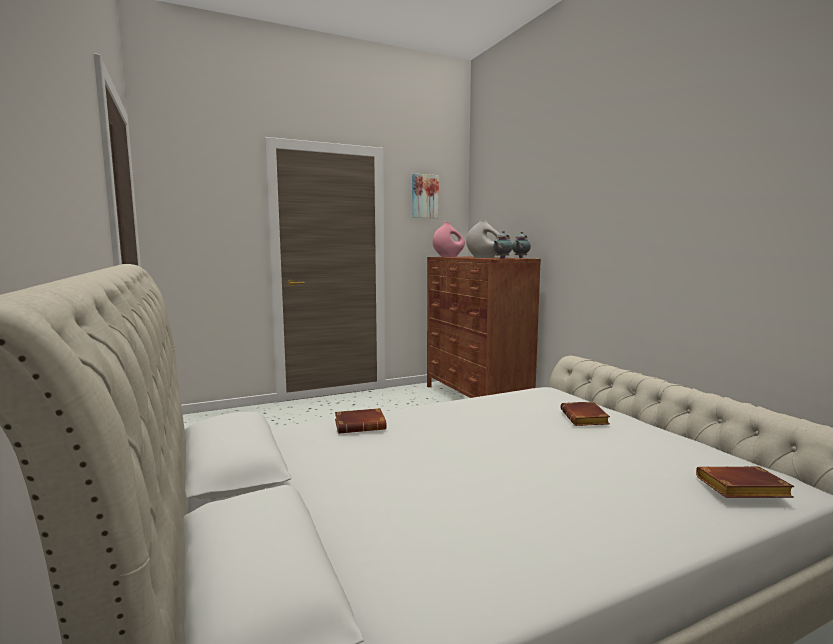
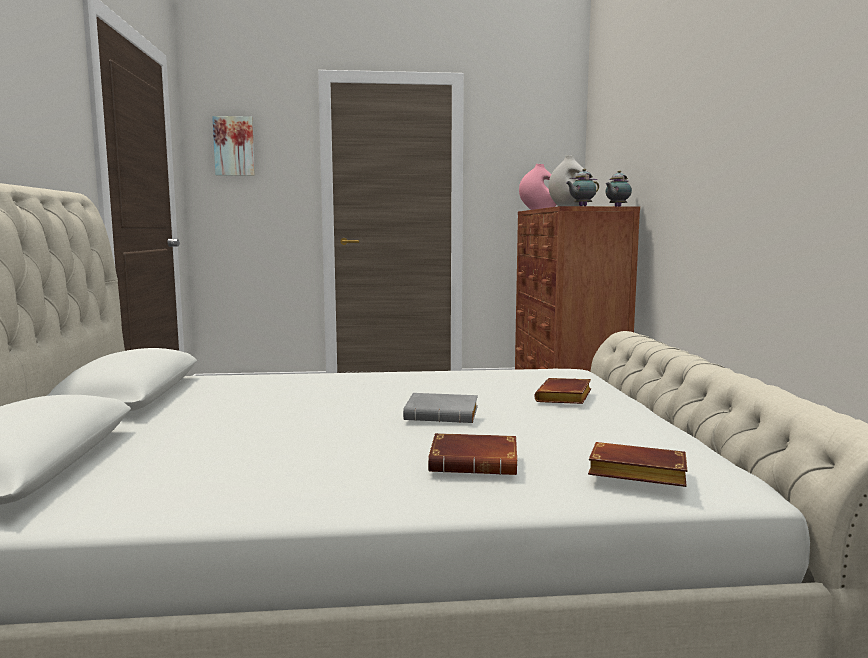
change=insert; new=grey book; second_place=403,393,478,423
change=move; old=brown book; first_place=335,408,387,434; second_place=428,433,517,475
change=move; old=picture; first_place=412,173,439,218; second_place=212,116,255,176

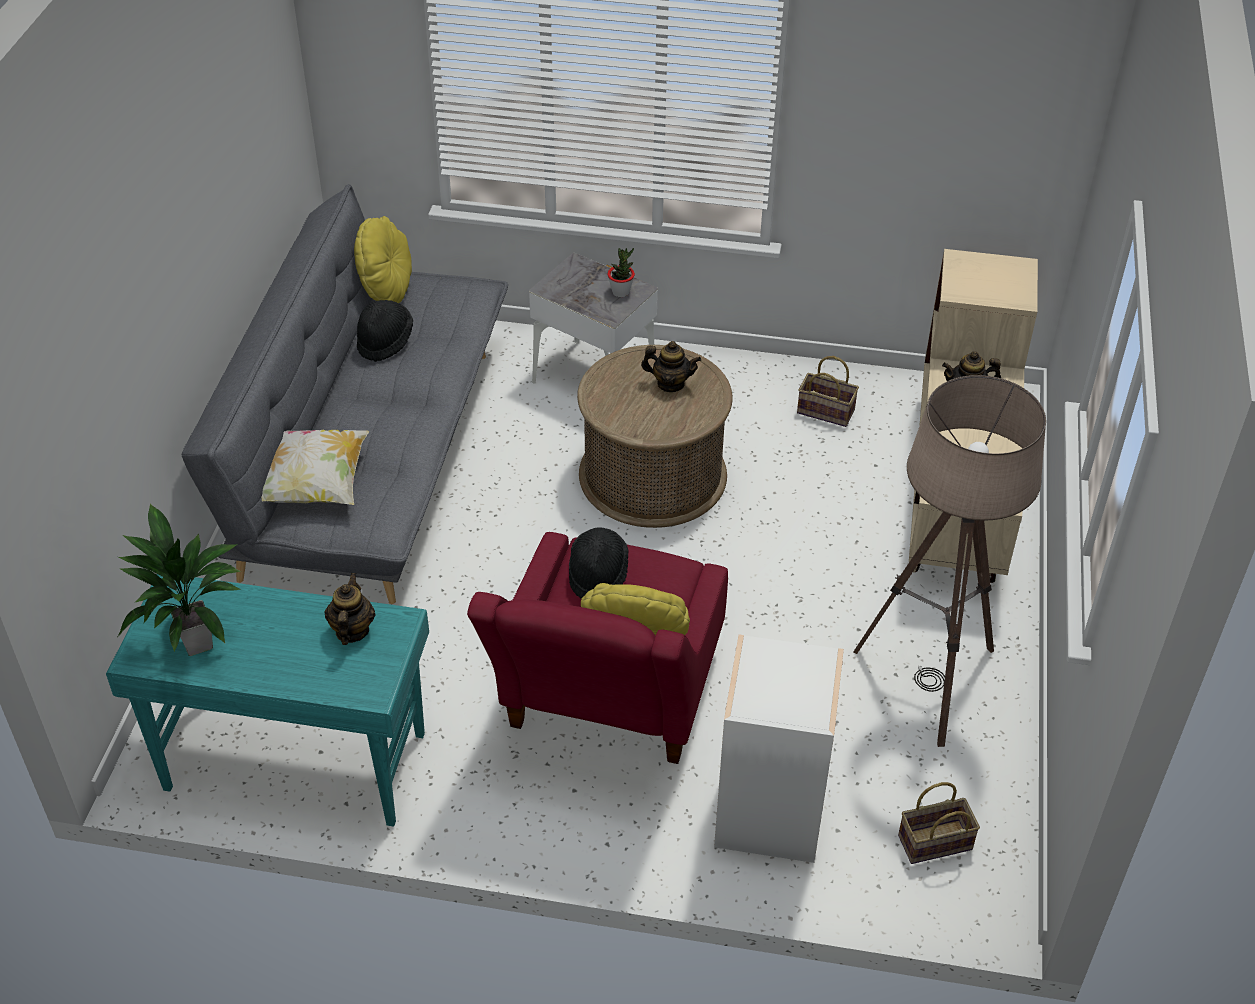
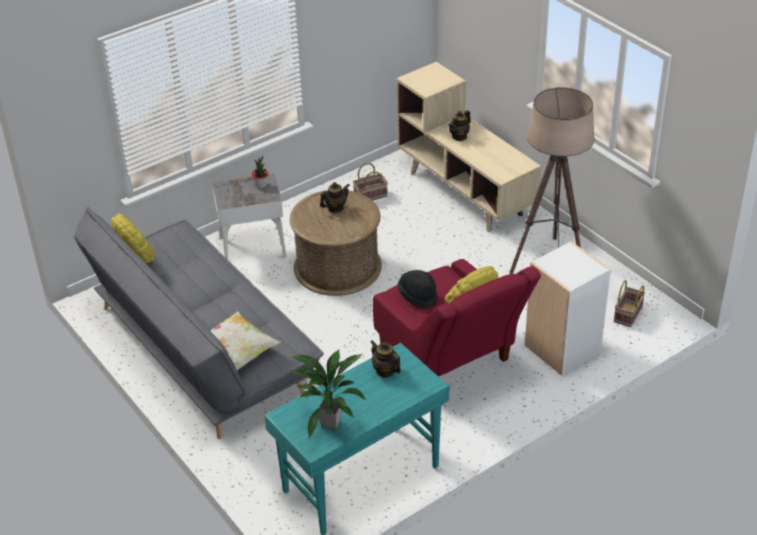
change=delete; old=black hat; first_place=357,300,413,362

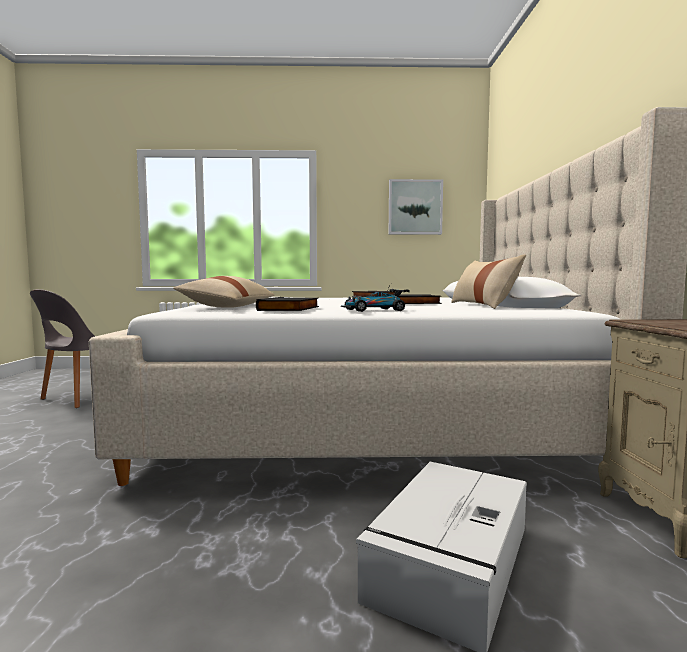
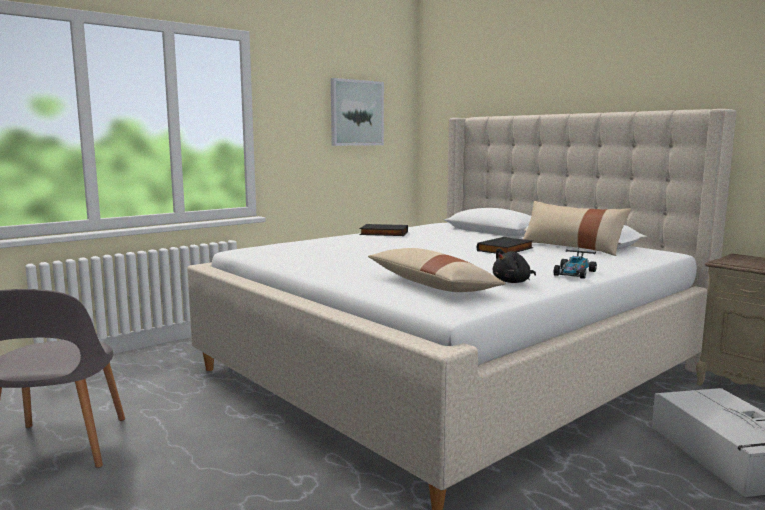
change=replace; old=black book; new=black plush toy; first_place=256,297,319,311; second_place=493,248,536,283

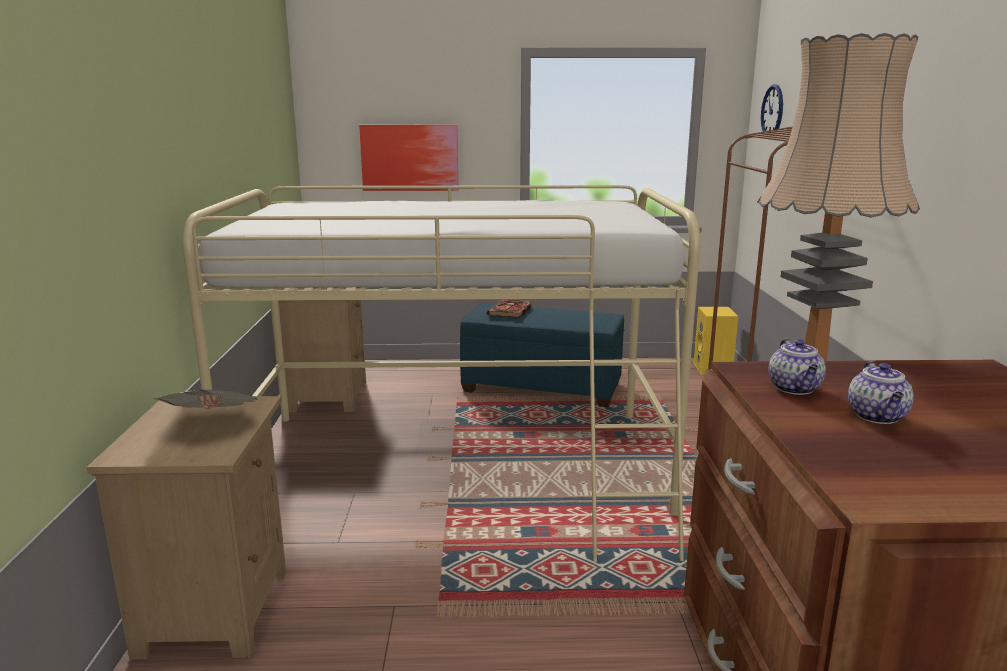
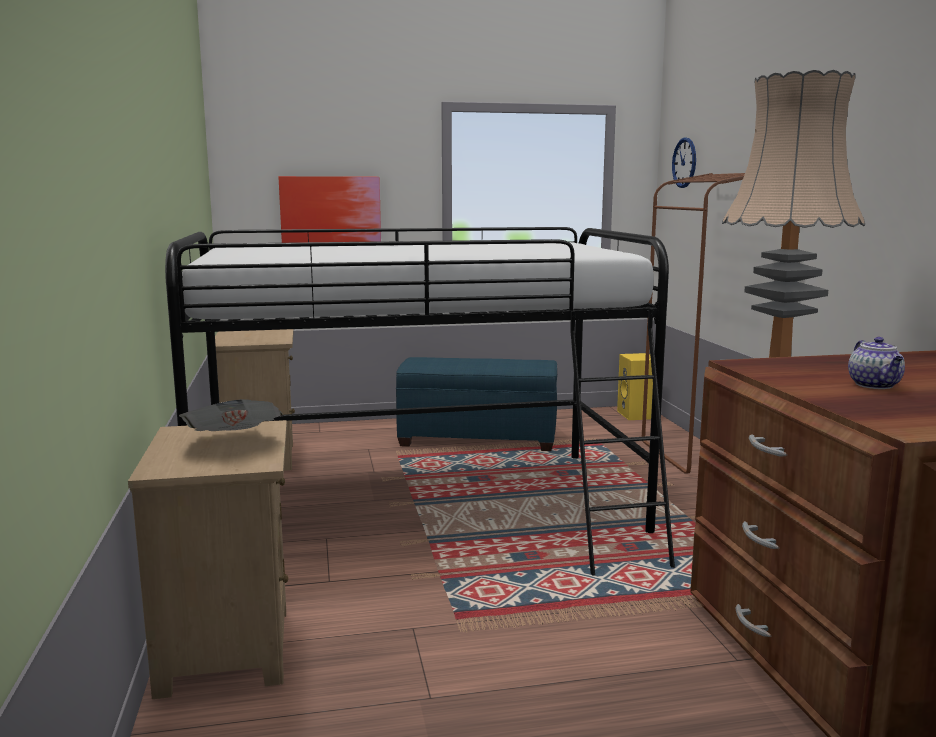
change=delete; old=book; first_place=487,299,532,318
change=delete; old=teapot; first_place=768,338,826,395
change=recolor; old=beige bed; new=black bed; first_place=183,185,700,562; second_place=165,227,675,576

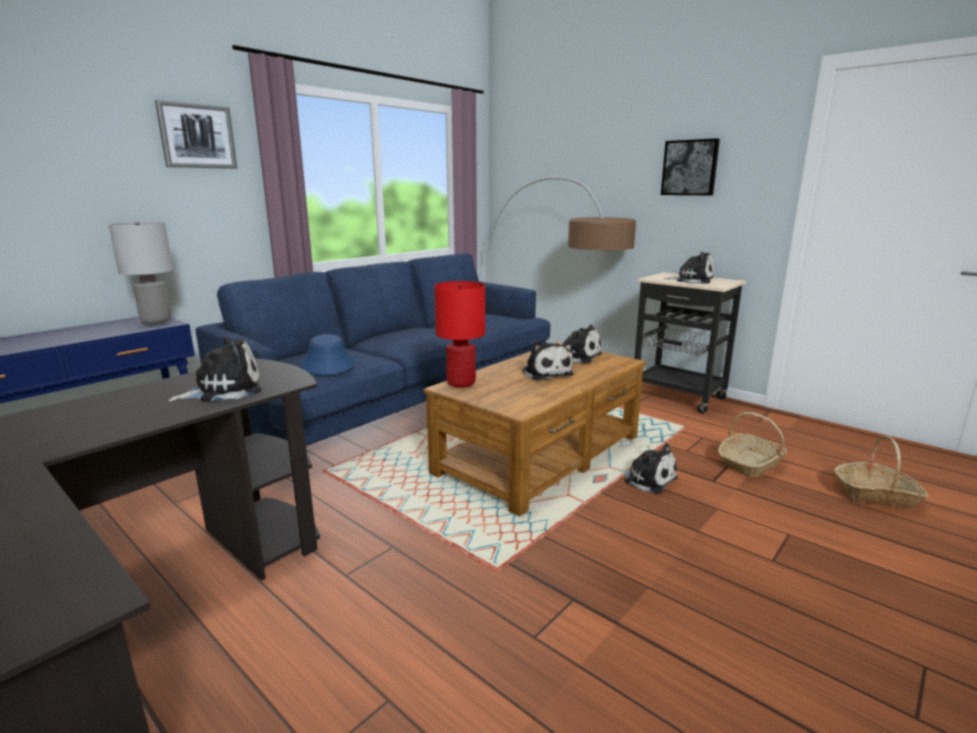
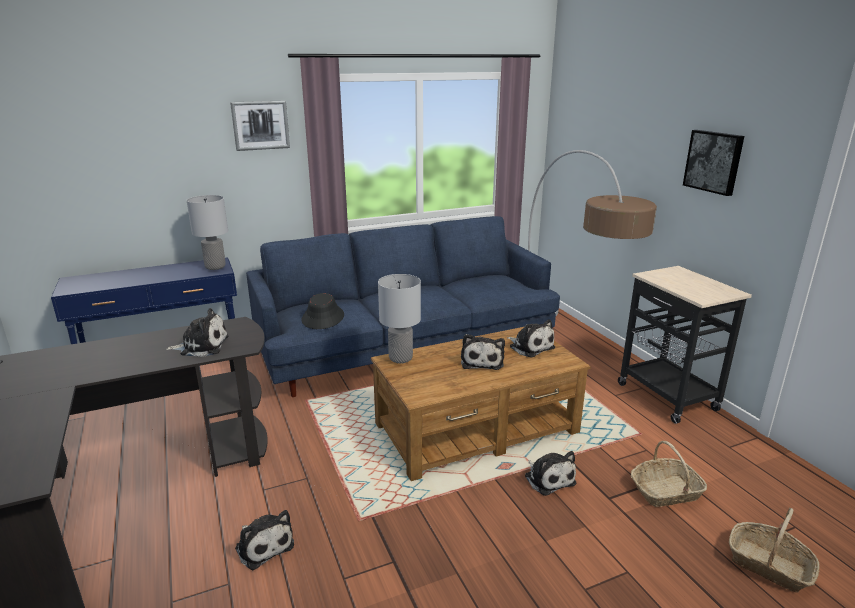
change=move; old=plush toy; first_place=664,252,714,284; second_place=235,510,294,570
change=recolor; old=blue hat; new=black hat; first_place=301,334,355,375; second_place=302,293,344,329
change=recolor; old=red table lamp; new=grey table lamp; first_place=434,281,485,388; second_place=378,274,421,364

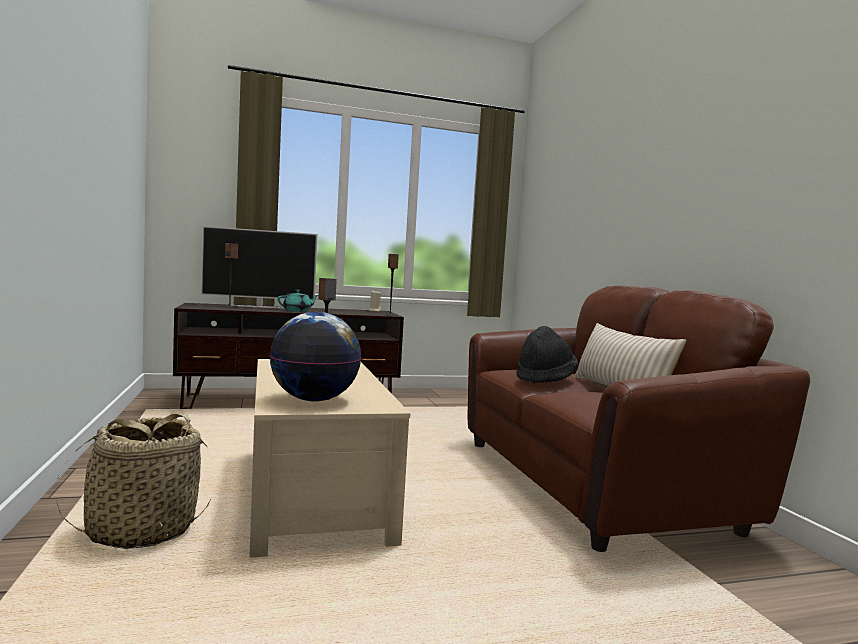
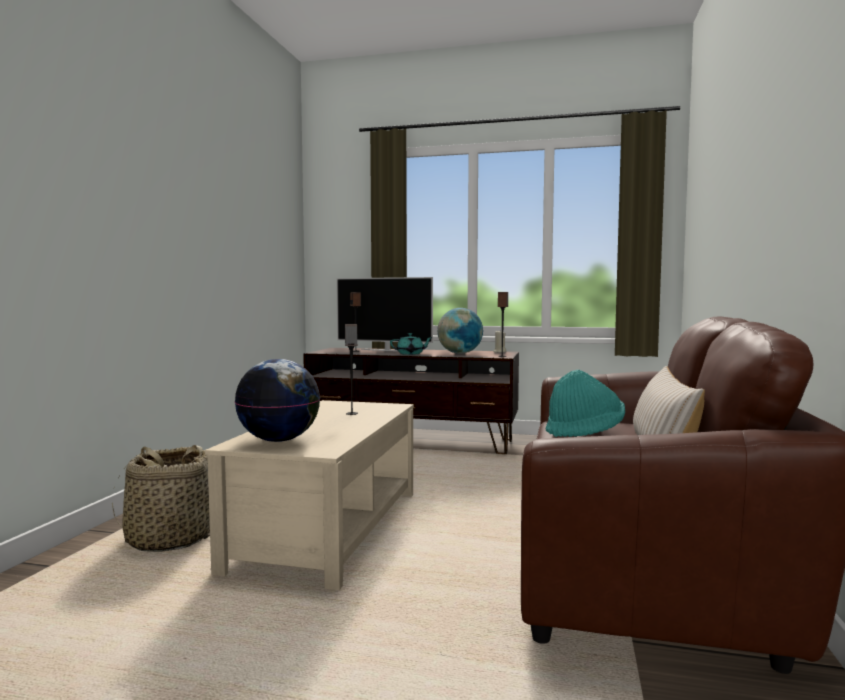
change=insert; new=globe; second_place=437,308,483,354
change=recolor; old=black hat; new=turquoise hat; first_place=516,326,578,383; second_place=545,370,625,437

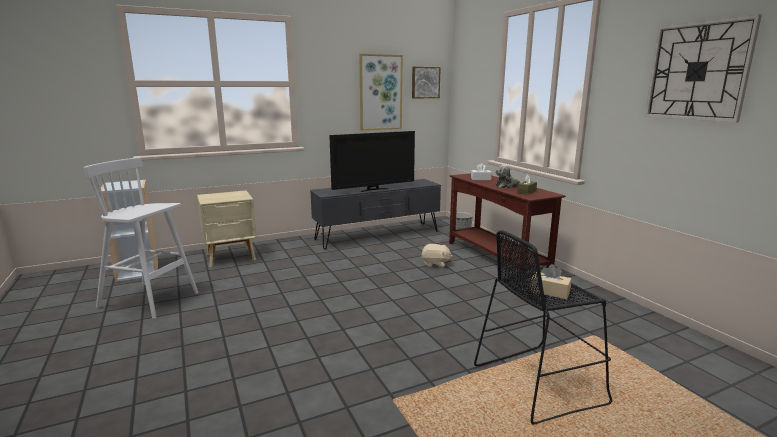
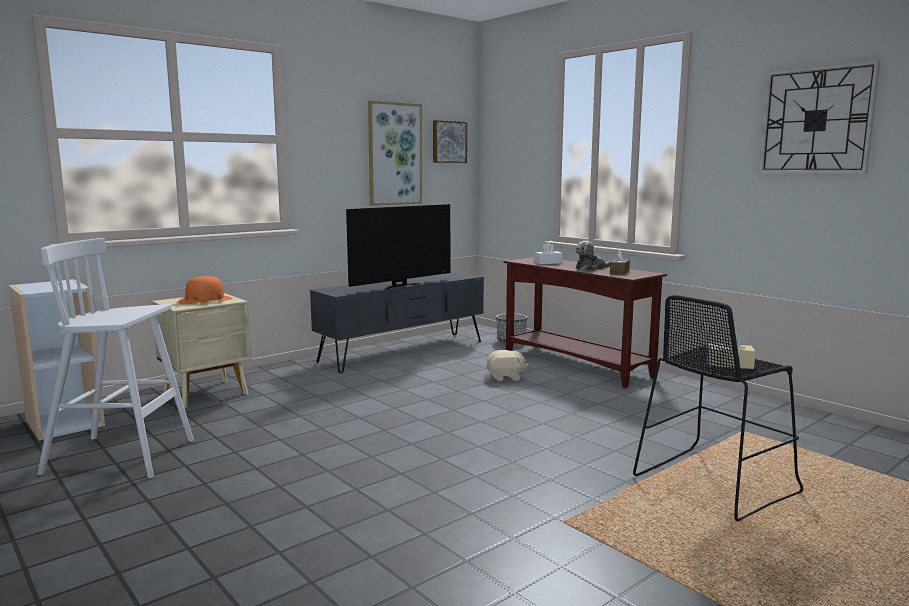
change=insert; new=orange hat; second_place=177,276,233,304

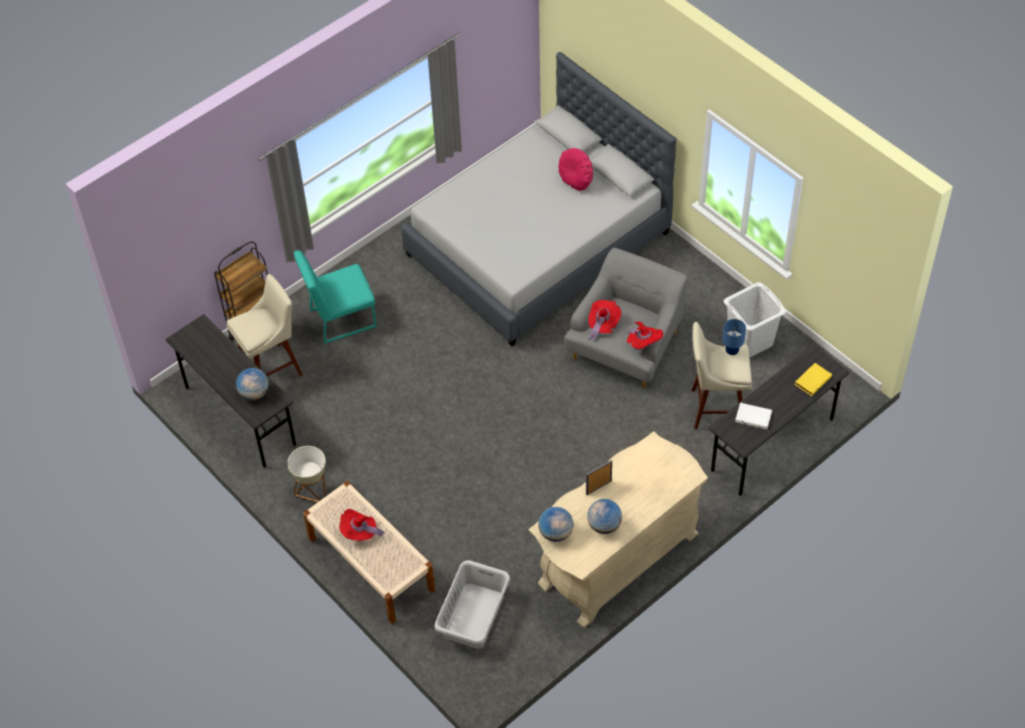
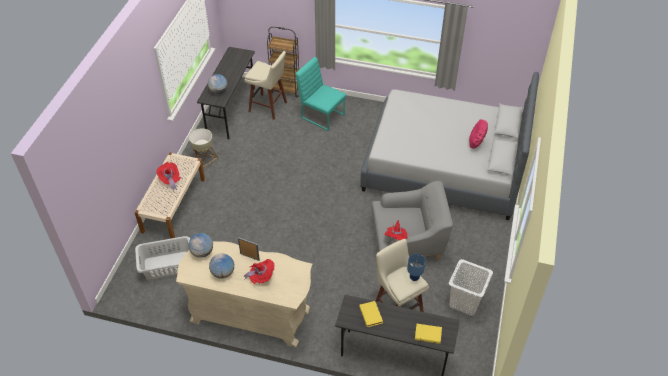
change=move; old=red hat; first_place=588,300,621,342; second_place=244,259,274,284
change=recolor; old=white book; new=yellow book; first_place=735,403,772,430; second_place=359,301,383,327

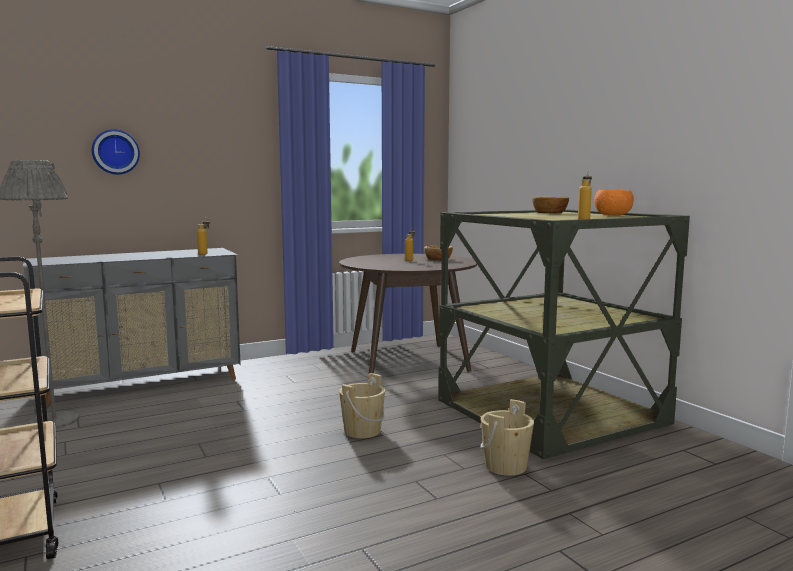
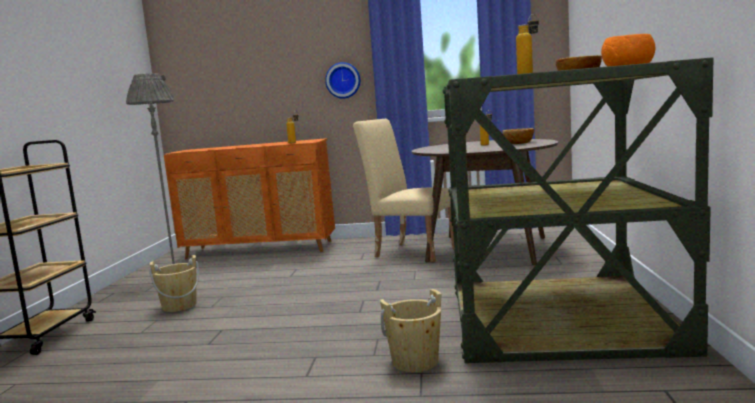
change=insert; new=beige chair; second_place=353,119,454,262
change=move; old=wall clock; first_place=92,129,140,175; second_place=325,62,360,99
change=move; old=beige bucket; first_place=339,373,385,439; second_place=149,255,199,312
change=recolor; old=grey cabinet; new=orange cabinet; first_place=23,248,241,408; second_place=164,138,335,260

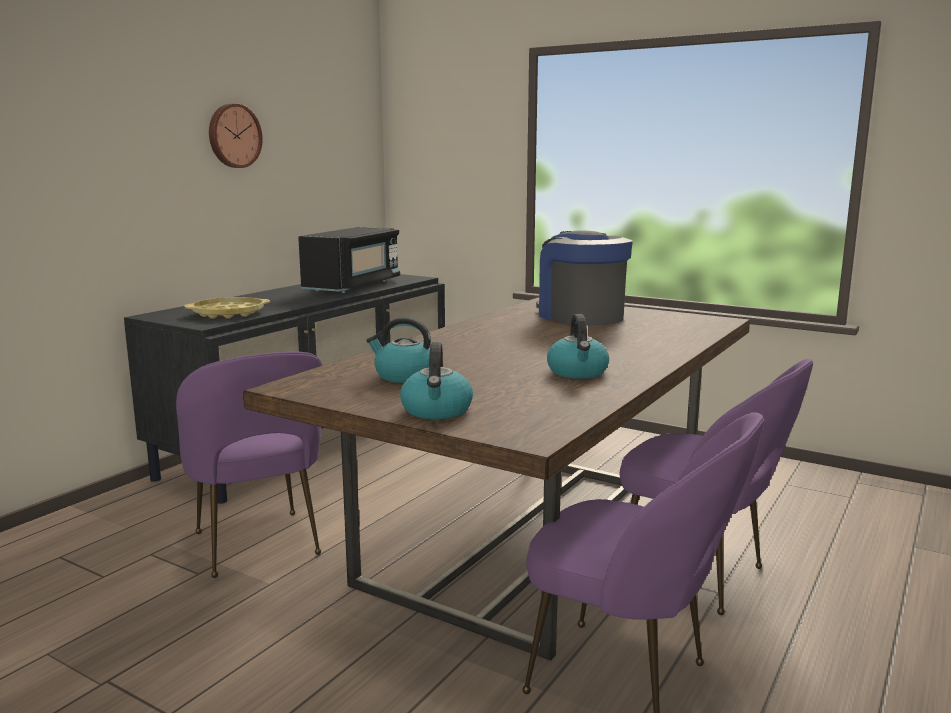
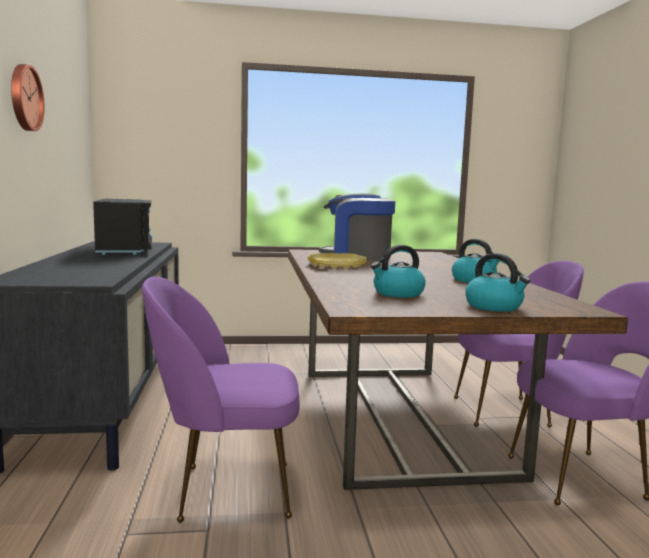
change=move; old=yellow tray; first_place=184,297,270,319; second_place=308,253,367,269
change=rotate; old=purple chair; first_place=176,352,323,578; second_place=142,277,300,523; degrees=150

